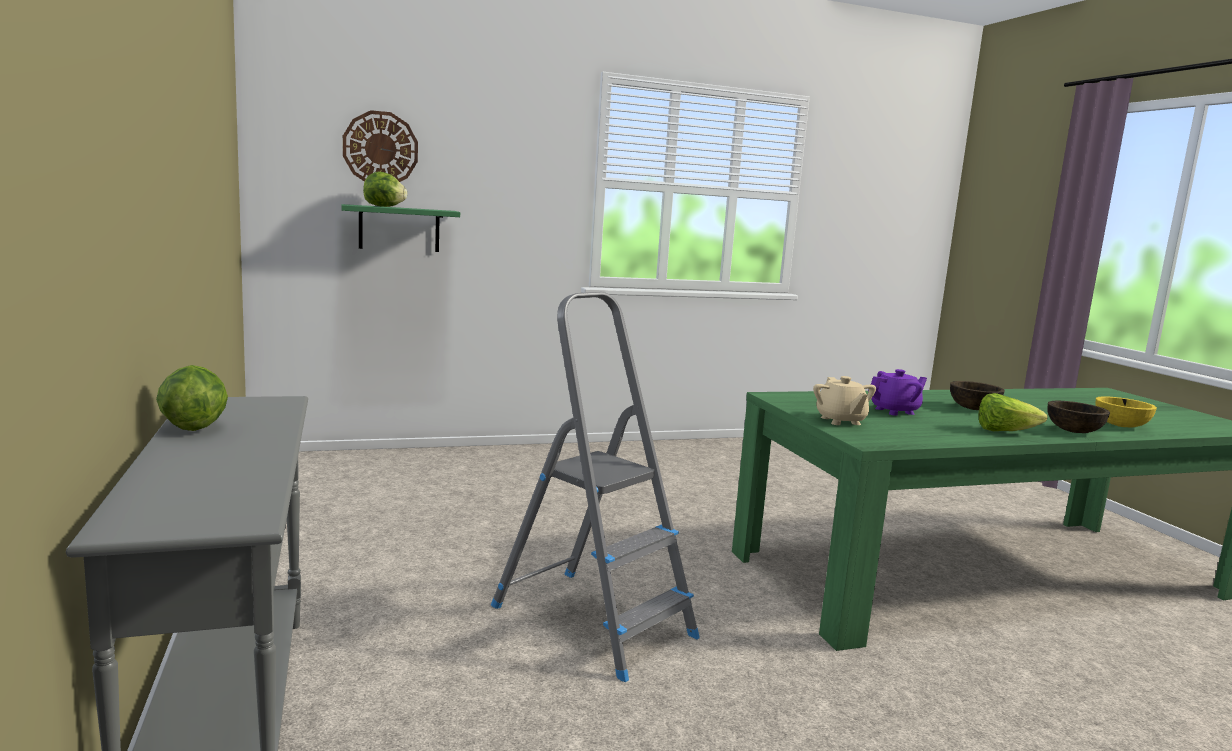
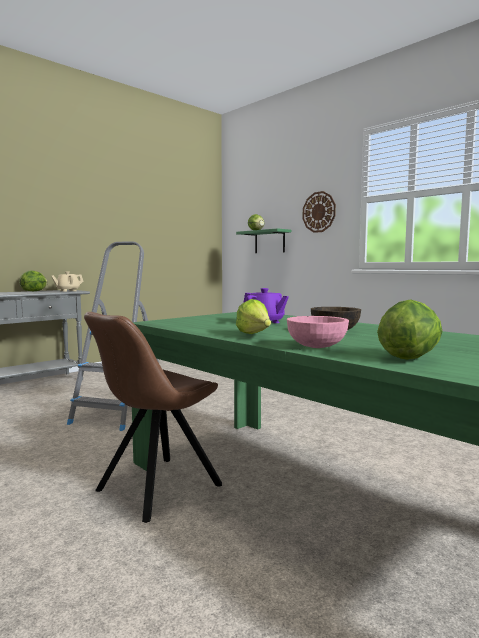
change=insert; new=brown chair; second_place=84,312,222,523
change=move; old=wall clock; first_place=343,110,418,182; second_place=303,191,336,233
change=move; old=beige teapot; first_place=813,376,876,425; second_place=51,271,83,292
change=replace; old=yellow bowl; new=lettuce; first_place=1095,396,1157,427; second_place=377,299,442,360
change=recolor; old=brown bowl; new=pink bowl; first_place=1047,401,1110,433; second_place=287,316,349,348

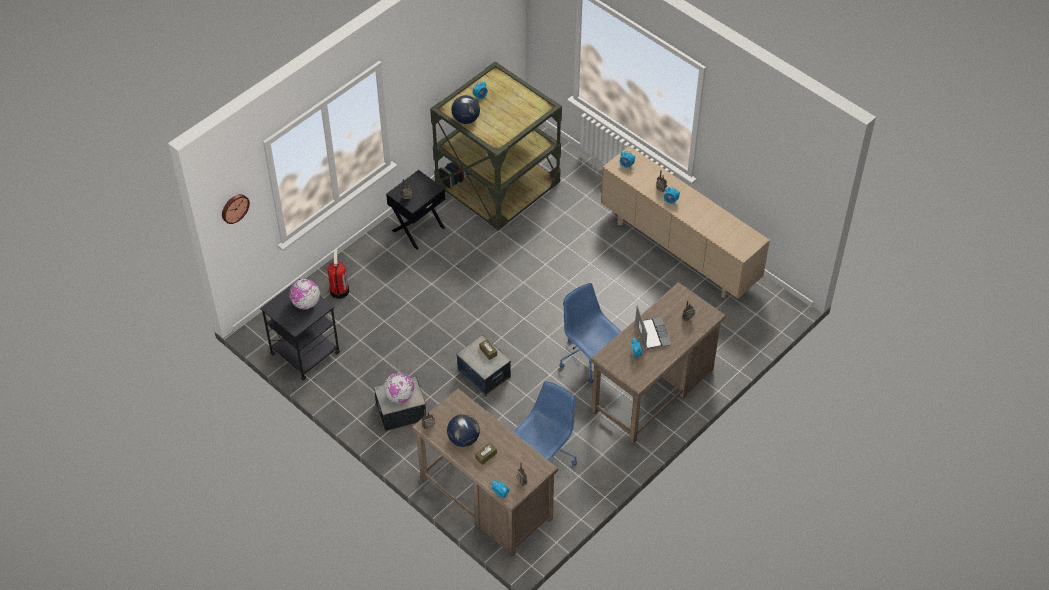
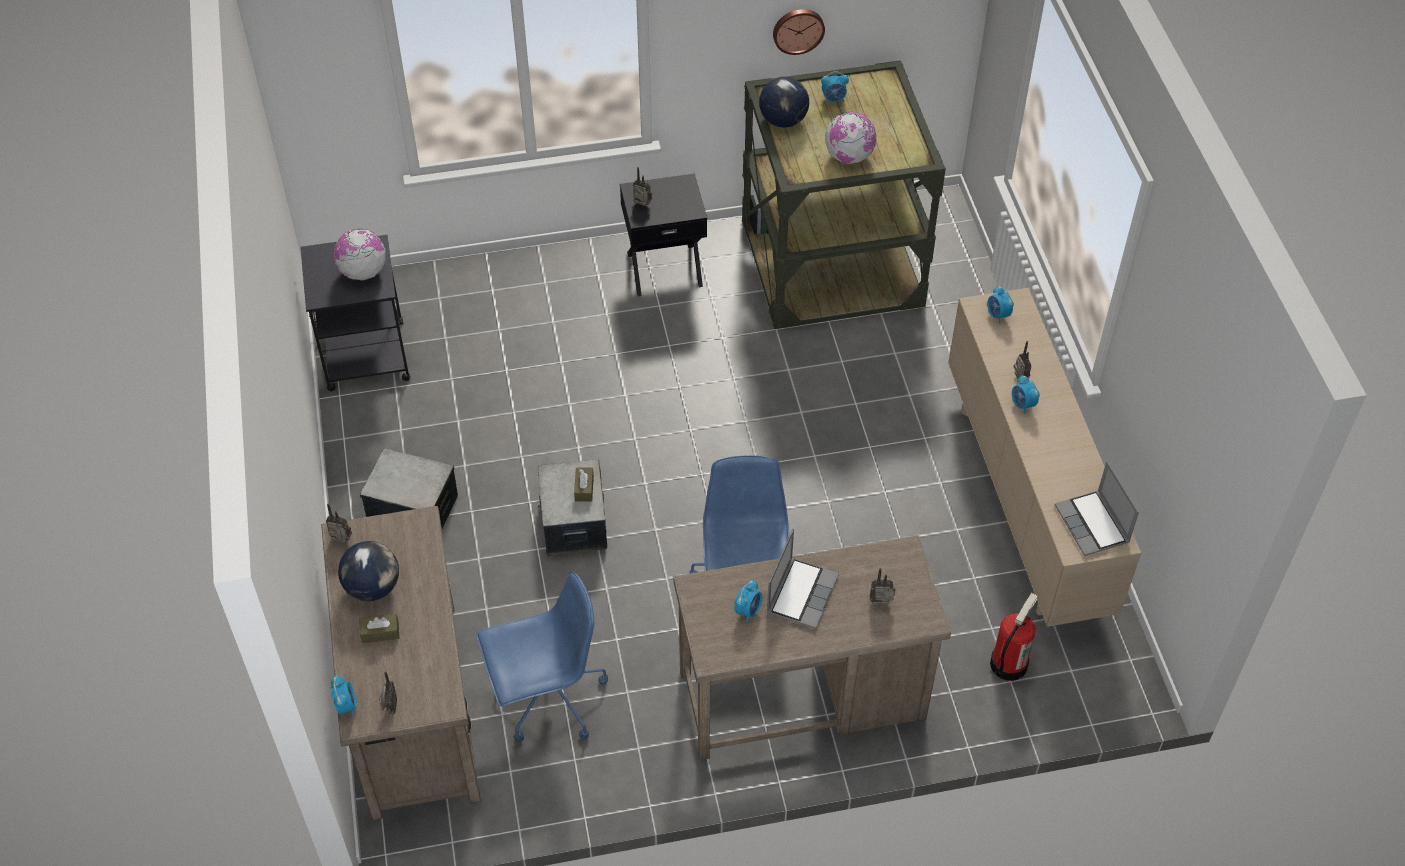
change=insert; new=laptop; second_place=1055,461,1139,556
change=move; old=wall clock; first_place=222,194,250,224; second_place=773,9,825,55
change=move; old=fire extinguisher; first_place=328,249,349,299; second_place=990,593,1038,681
change=move; old=globe; first_place=384,372,414,403; second_place=825,112,876,164

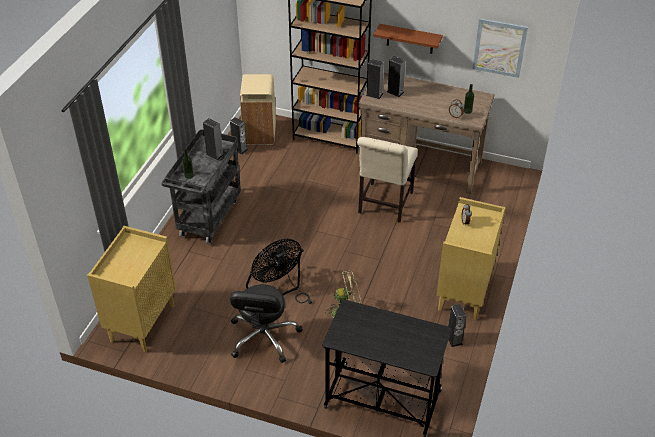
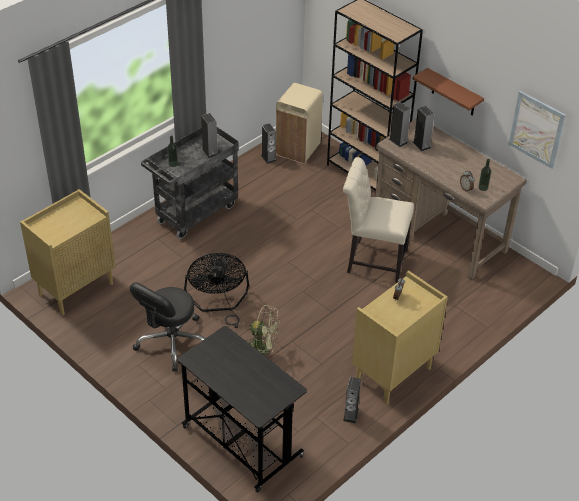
change=rotate; old=beige chair; first_place=357,137,418,223; second_place=343,157,414,283; degrees=60

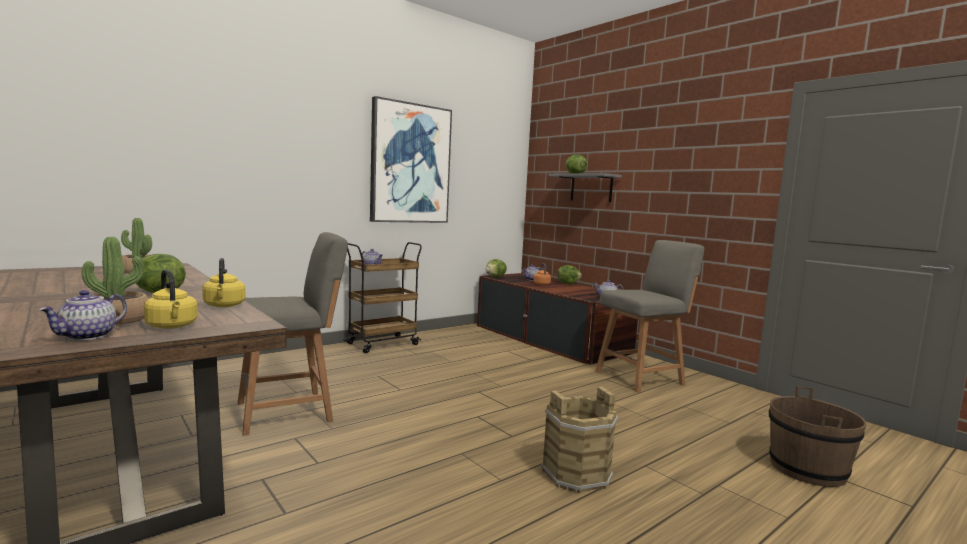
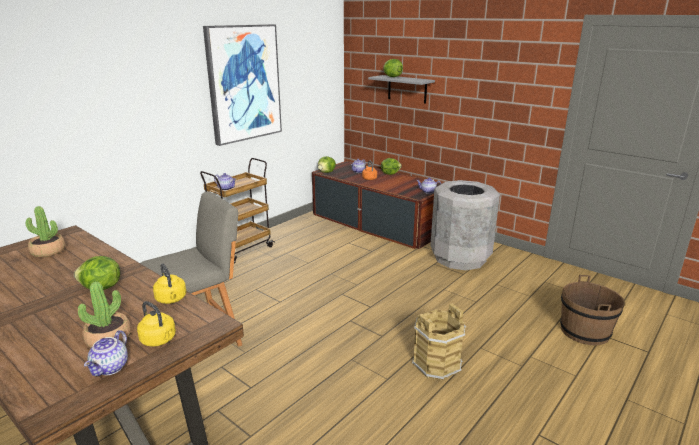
change=replace; old=grey chair; new=grey trash can; first_place=595,240,704,393; second_place=430,180,500,270

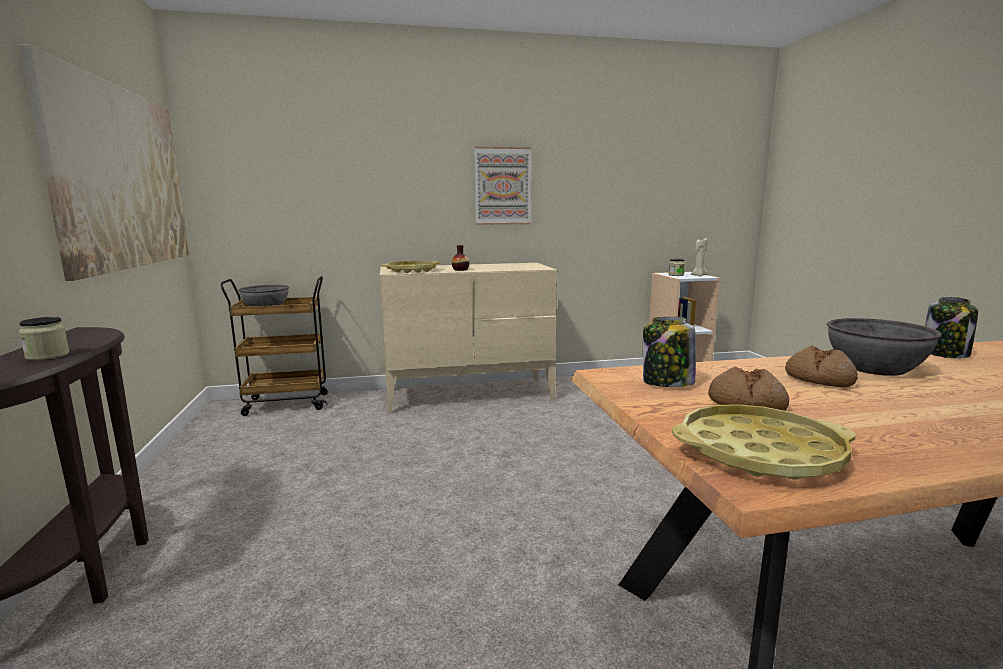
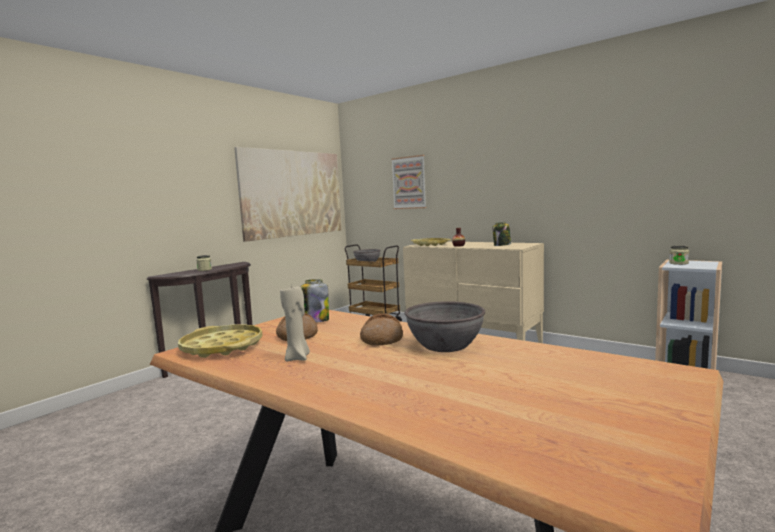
change=move; old=picture; first_place=474,146,531,225; second_place=391,155,426,209
change=move; old=beige candle; first_place=690,238,708,276; second_place=280,286,310,362
change=move; old=jar; first_place=925,297,978,358; second_place=492,222,511,246

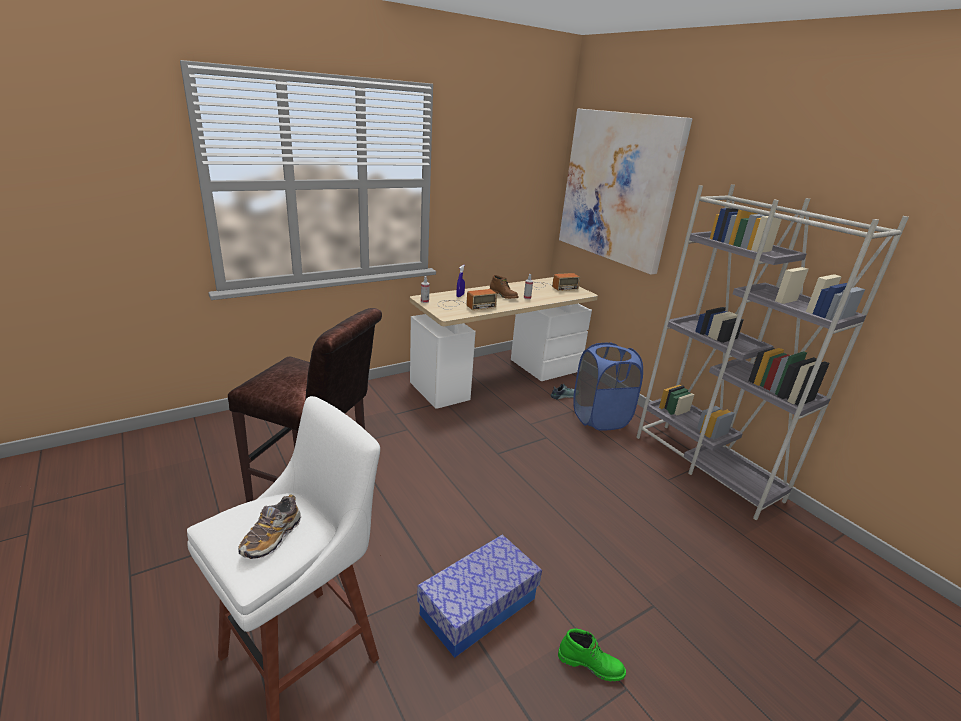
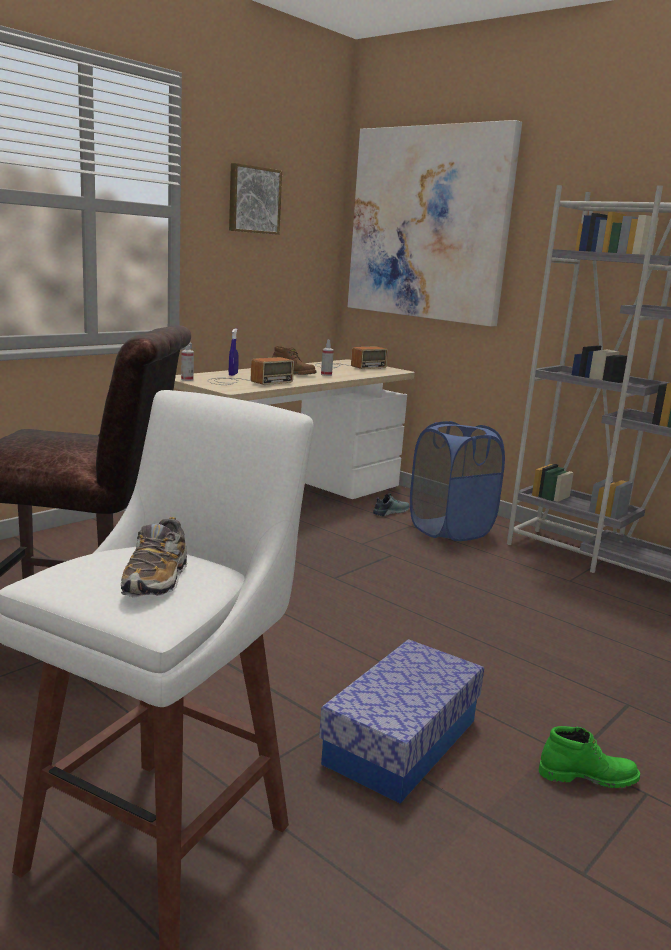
change=insert; new=picture; second_place=229,163,282,235

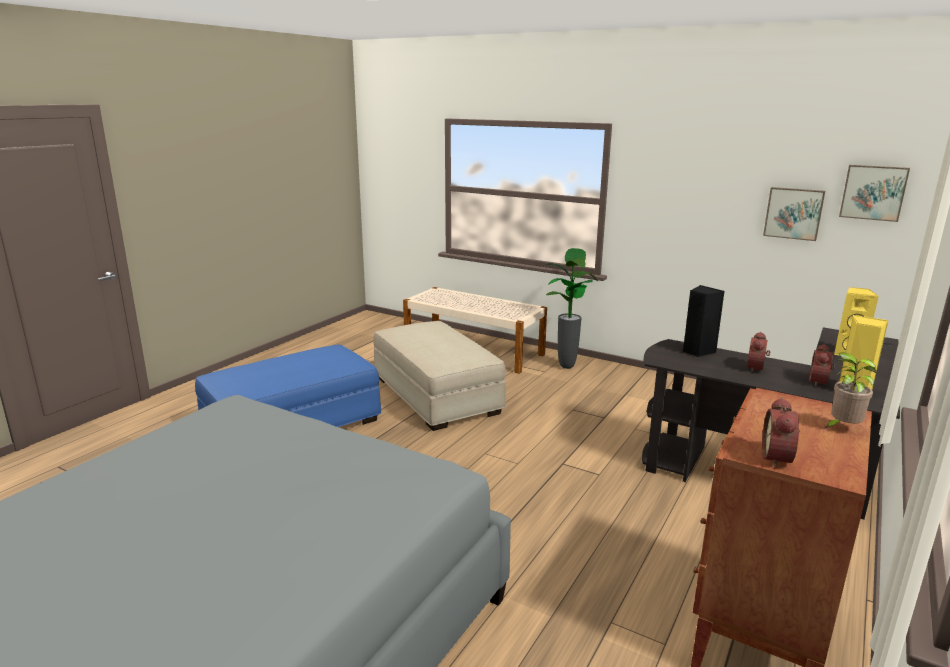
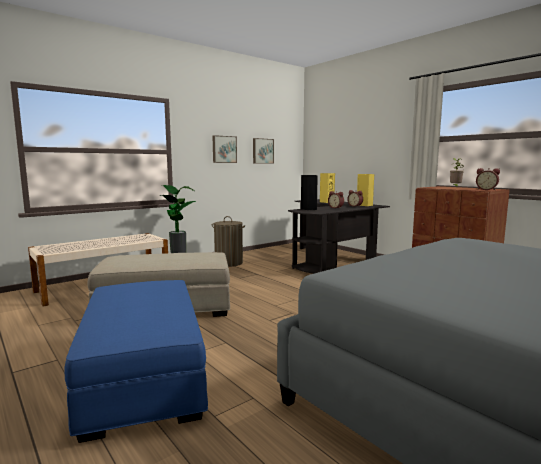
change=insert; new=laundry basket; second_place=212,216,245,267
change=move; old=picture; first_place=839,165,910,222; second_place=212,135,237,163

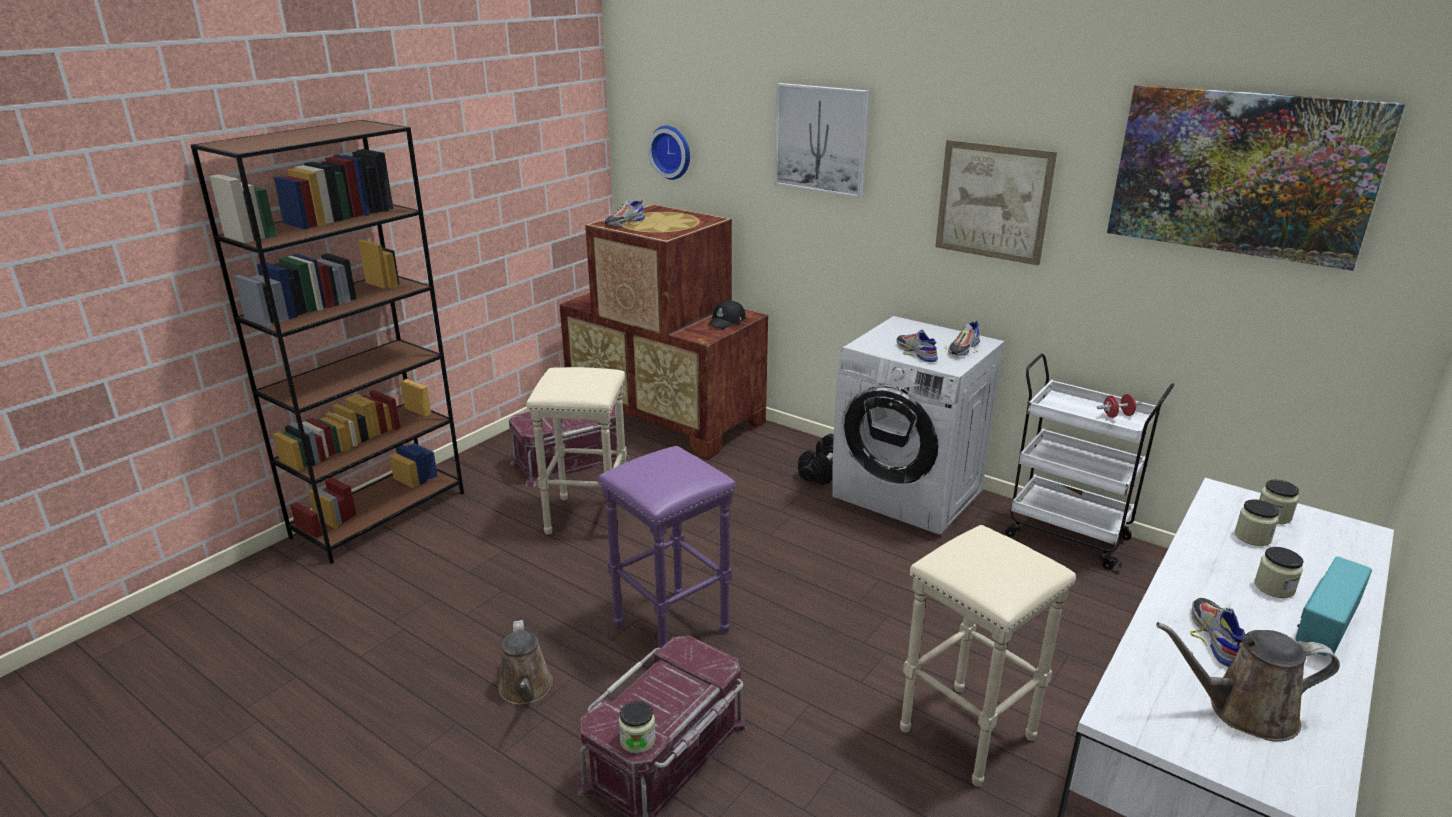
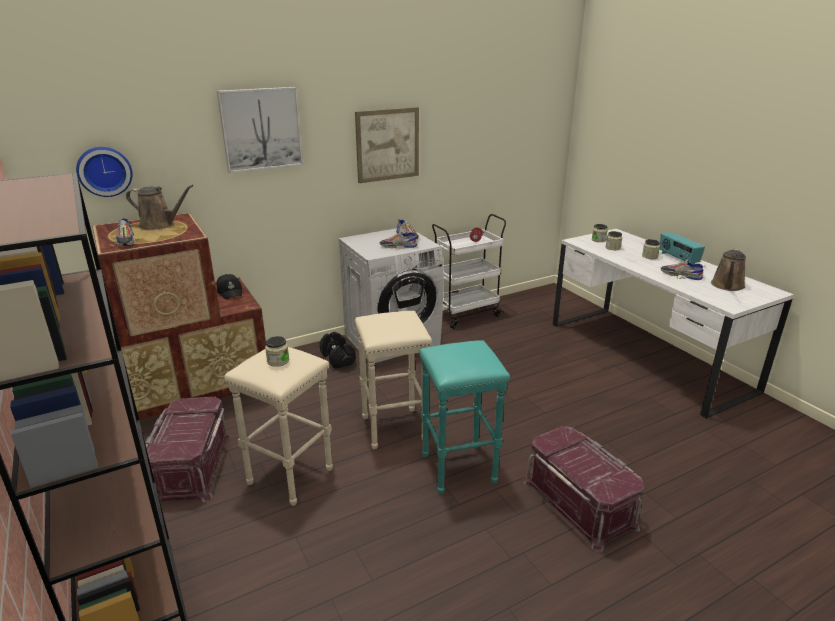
change=delete; old=picture; first_place=1107,85,1406,271
change=move; old=brown watering can; first_place=498,620,553,705; second_place=126,185,193,230
change=move; old=jar; first_place=619,701,656,753; second_place=265,336,289,367
change=move; old=beige stool; first_place=900,525,1076,787; second_place=355,311,432,450
change=recolor; old=purple stool; new=turquoise stool; first_place=598,446,736,648; second_place=419,340,510,494

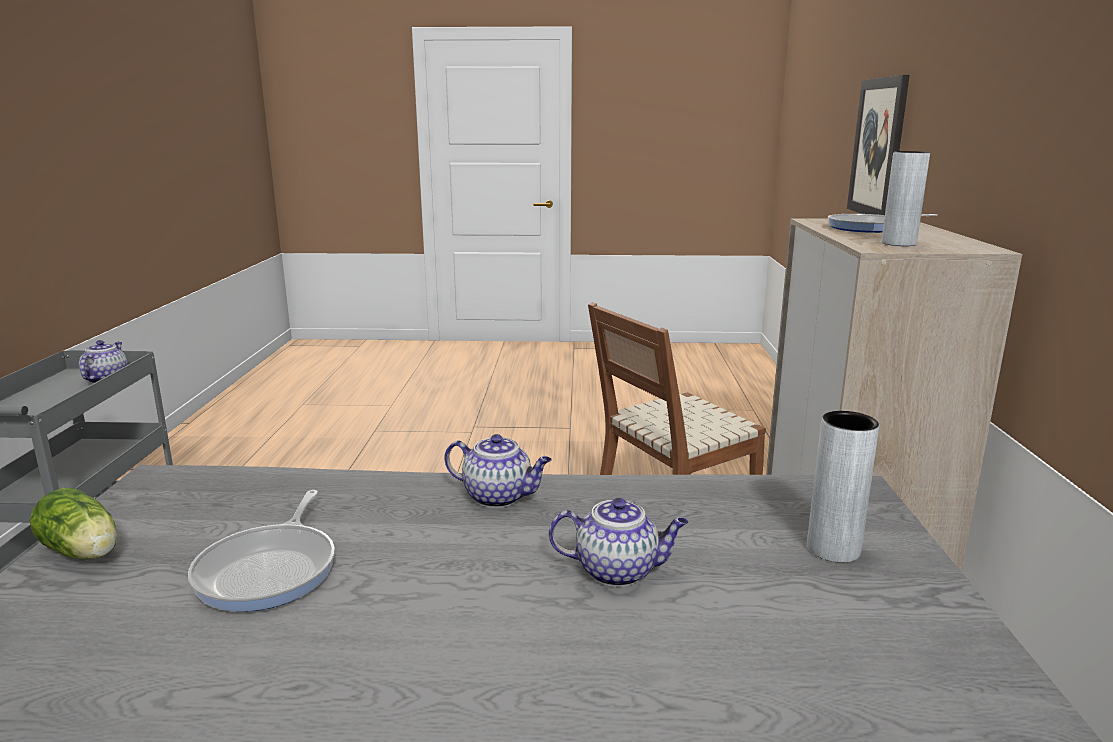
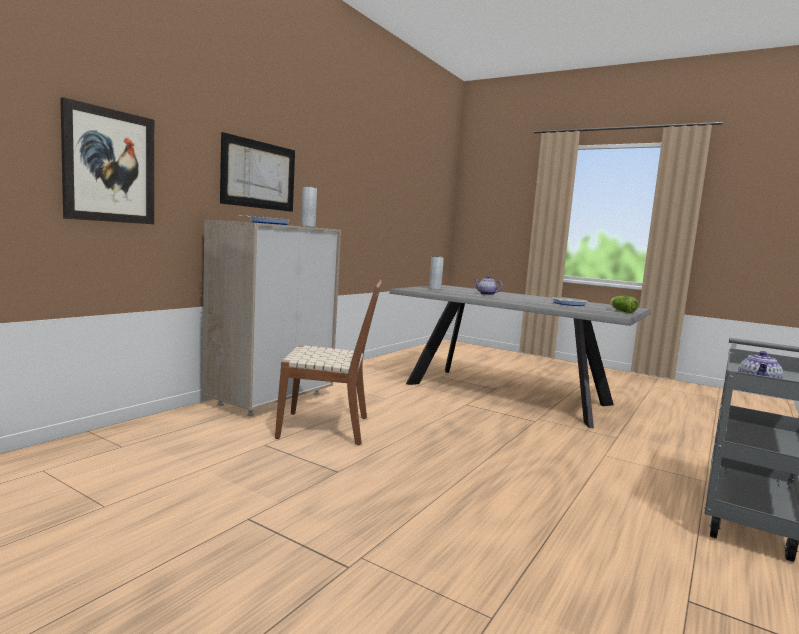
change=delete; old=teapot; first_place=444,434,552,508
change=insert; new=picture; second_place=220,132,295,212

